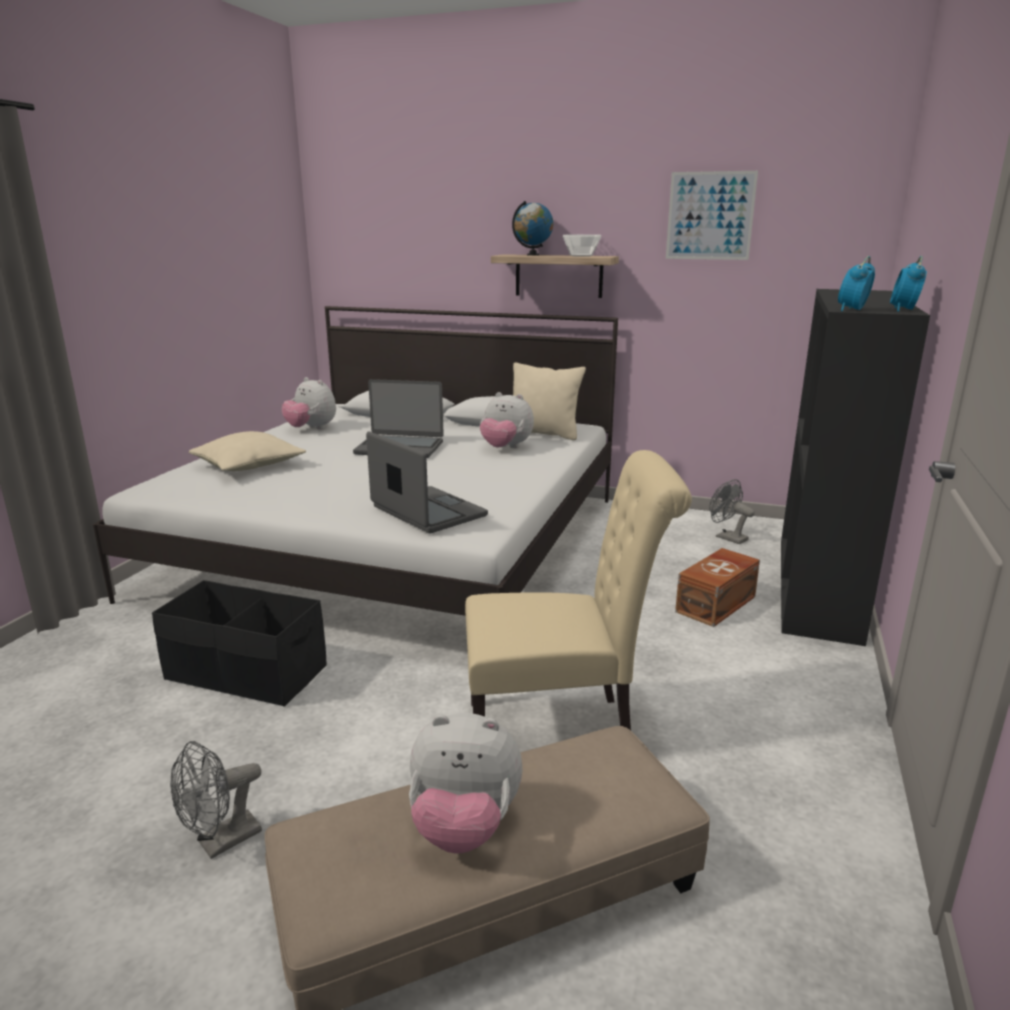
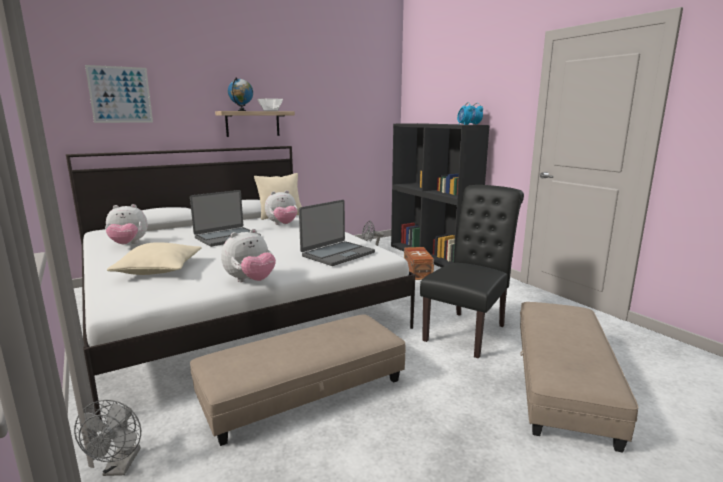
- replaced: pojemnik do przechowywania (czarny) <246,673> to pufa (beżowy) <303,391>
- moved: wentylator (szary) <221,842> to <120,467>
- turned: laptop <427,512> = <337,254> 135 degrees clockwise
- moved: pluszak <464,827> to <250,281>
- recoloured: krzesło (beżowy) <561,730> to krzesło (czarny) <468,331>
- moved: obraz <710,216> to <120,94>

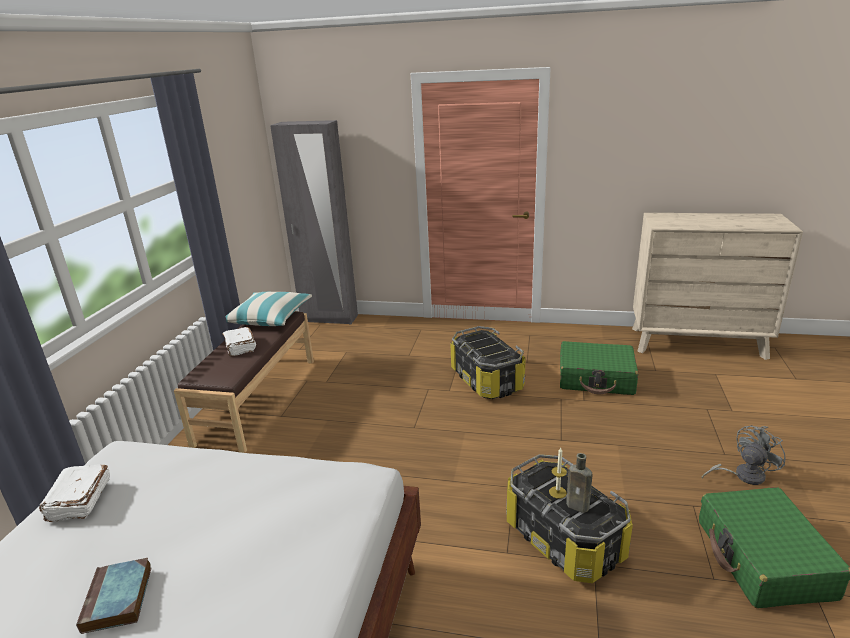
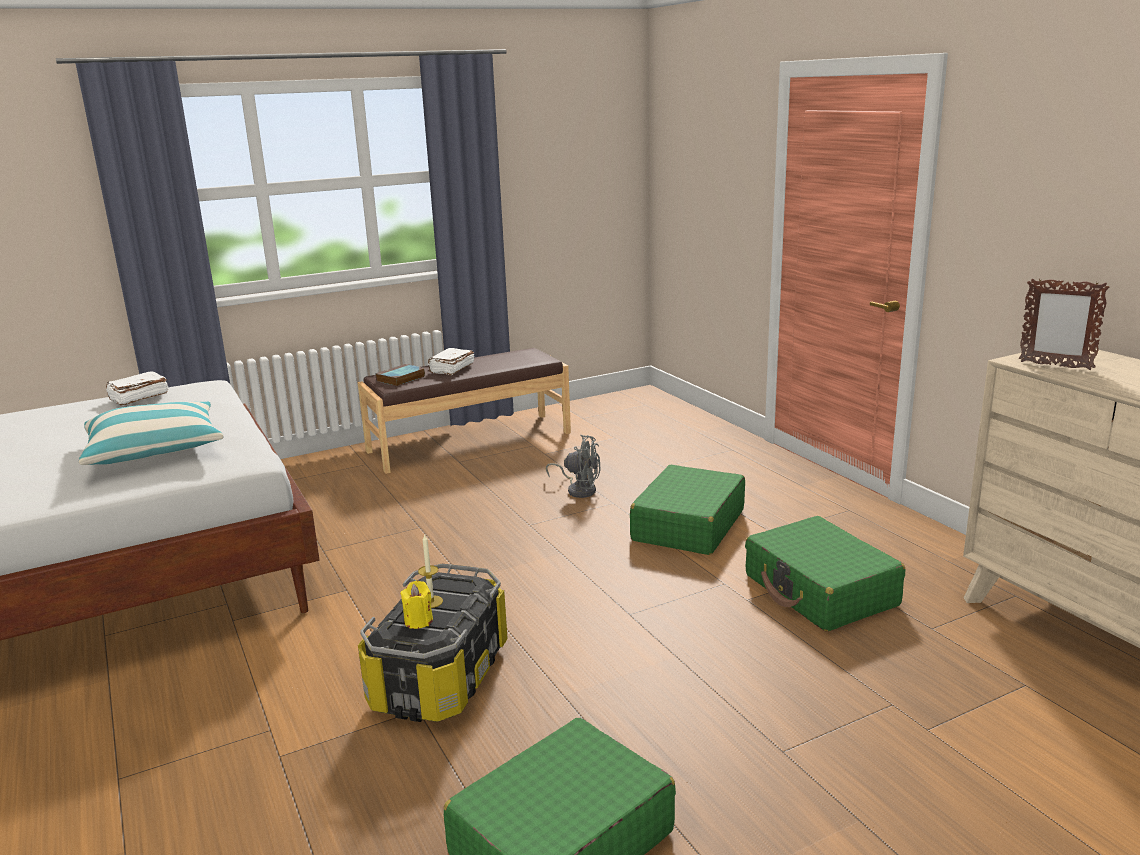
- moved: książka <118,600> to <400,379>
- moved: poduszka <269,318> to <154,450>
- removed: szafa (szary) <329,318>
- replaced: pojemnik do przechowywania <487,380> to walizka (zielony) <688,525>
- replaced: butelka (brązowy) <579,506> to świeca (żółty) <418,621>
- moved: wentylator (szary) <742,475> to <579,489>
- added: ramka na zdjęcie <1055,365>

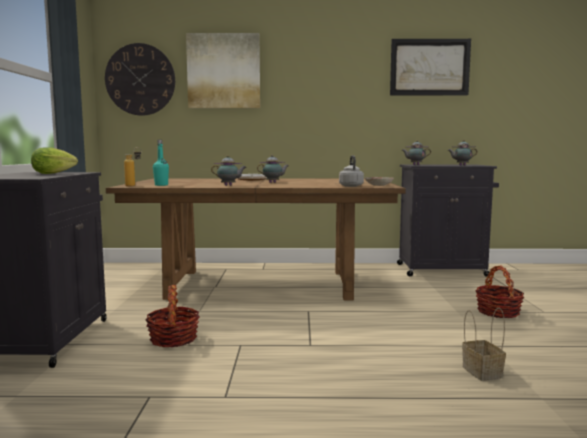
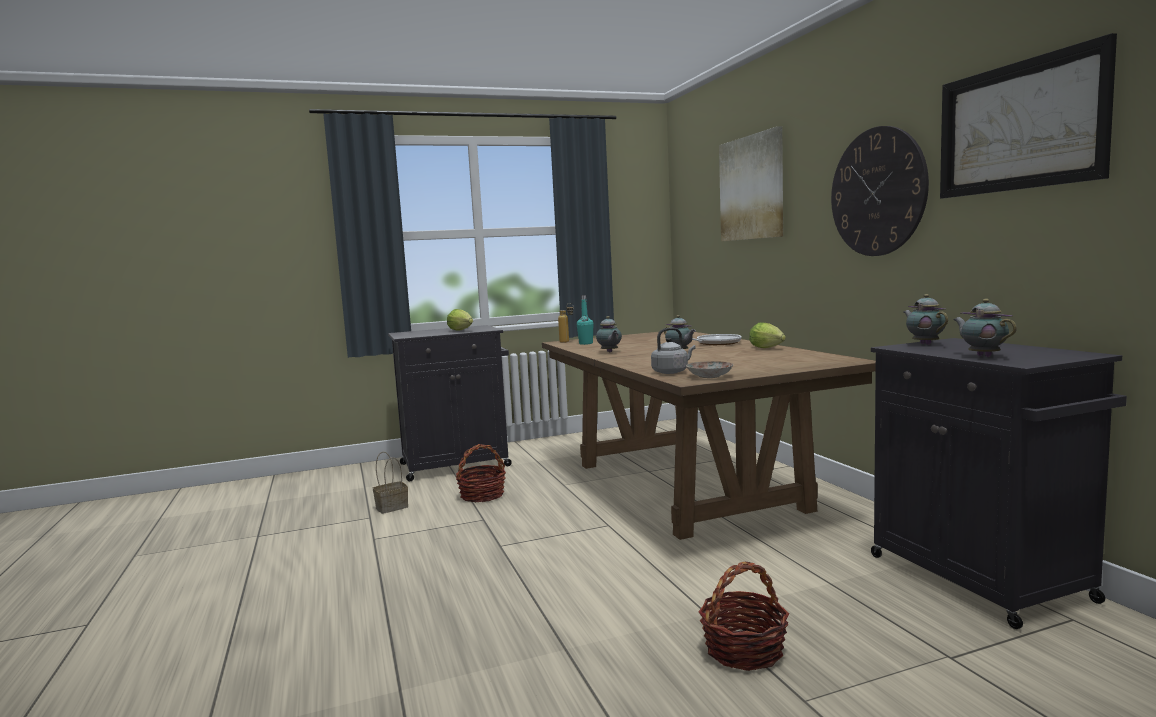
- moved: zegar ścienny <140,79> to <877,192>
- moved: koszyk <480,371> to <392,507>
- added: sałata <768,348>

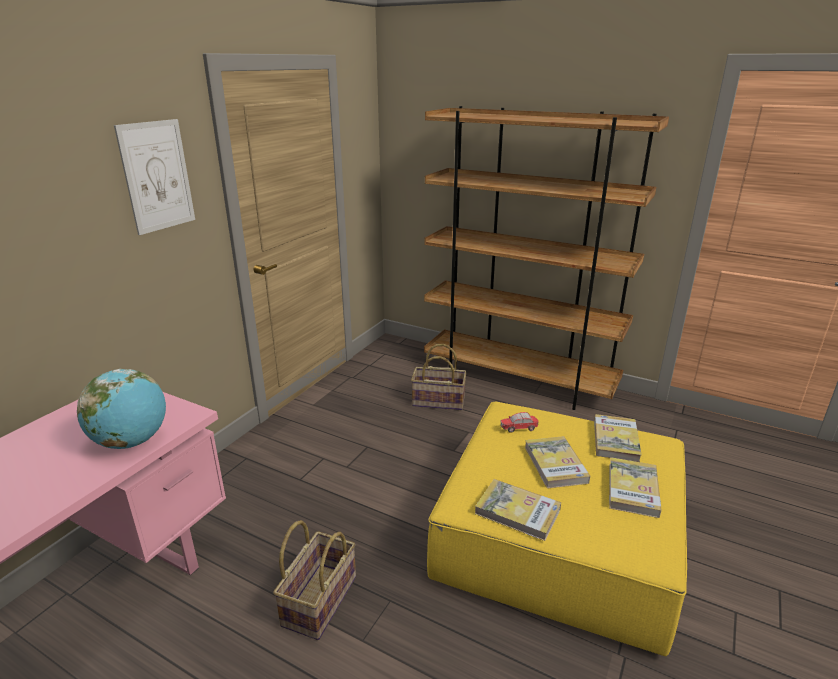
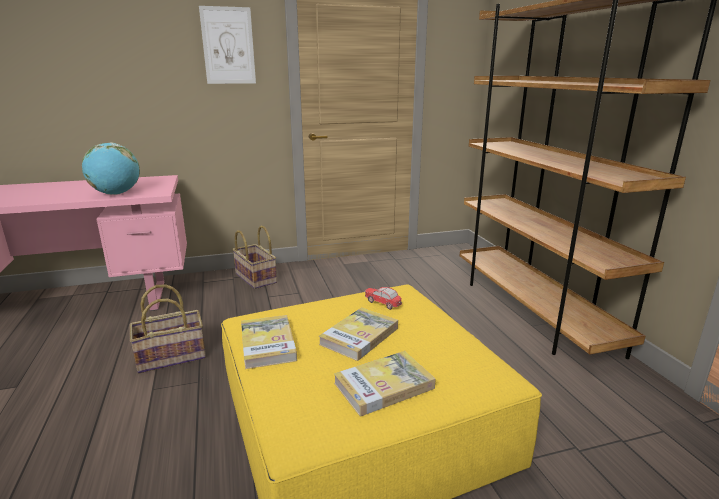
- moved: koszyk <438,402> to <255,278>
- removed: książka <615,440>

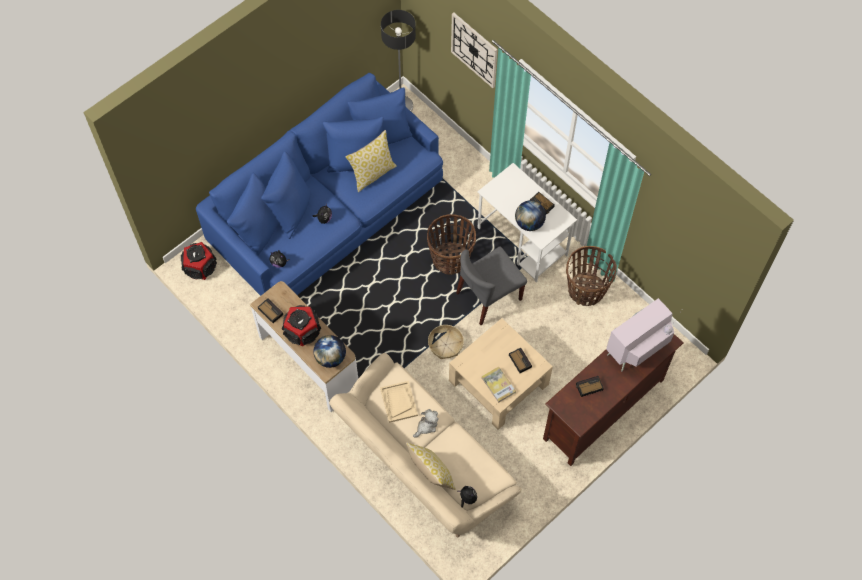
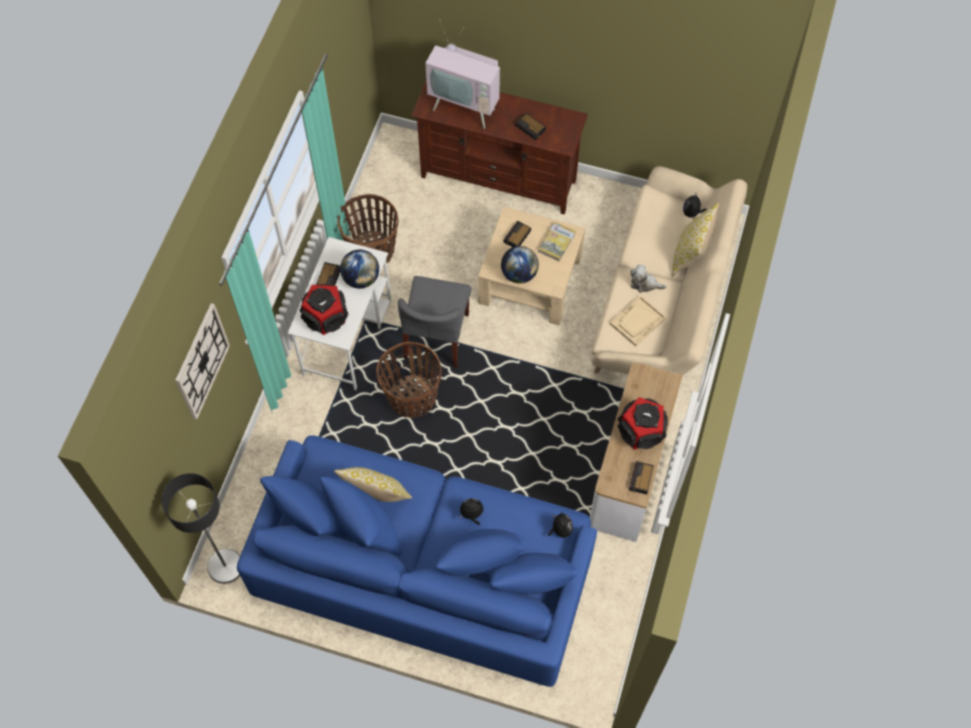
- moved: głośnik <200,267> to <326,317>
- moved: globus <330,357> to <519,274>
- removed: koszyk <445,345>
- turned: krzesło (szary) <488,296> = <436,336> 75 degrees clockwise

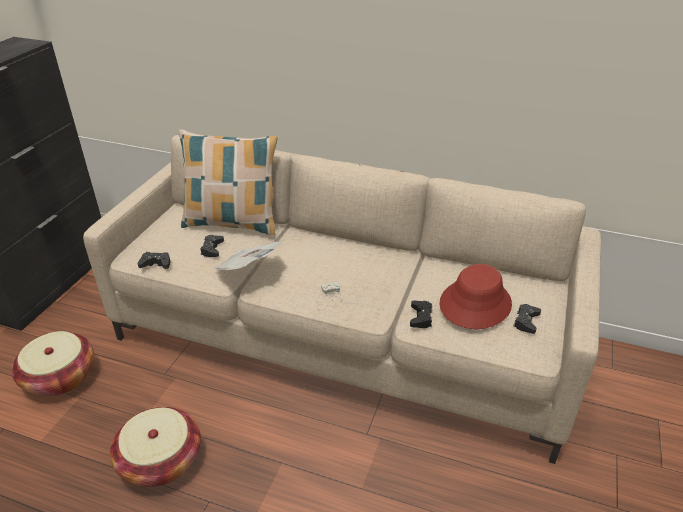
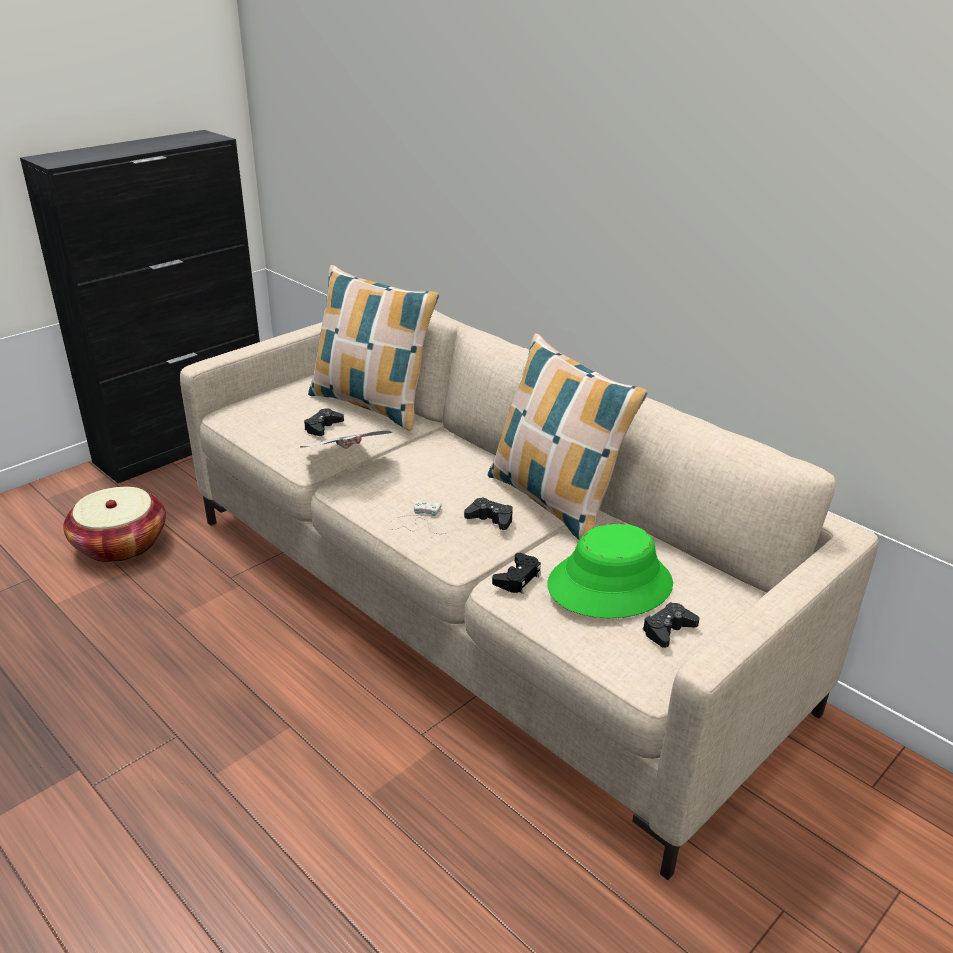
- removed: koszyk <161,460>
- moved: pad do gier (czarny) <156,264> to <490,519>
- recoloured: kapelusz (czerwony) <475,304> to kapelusz (zielony) <609,584>
- added: poduszka <554,502>

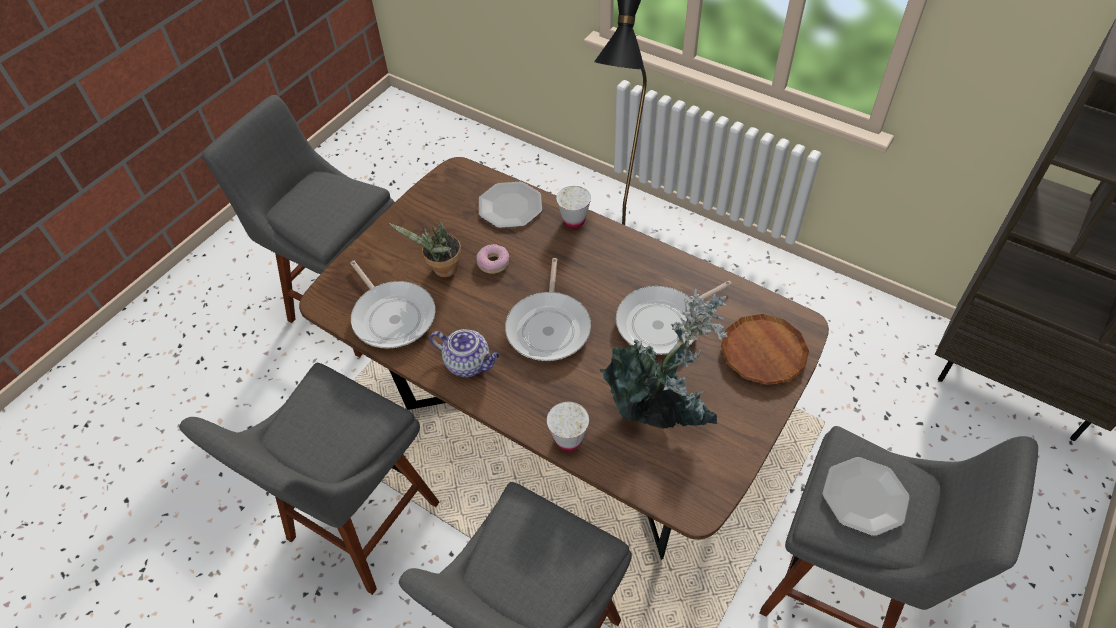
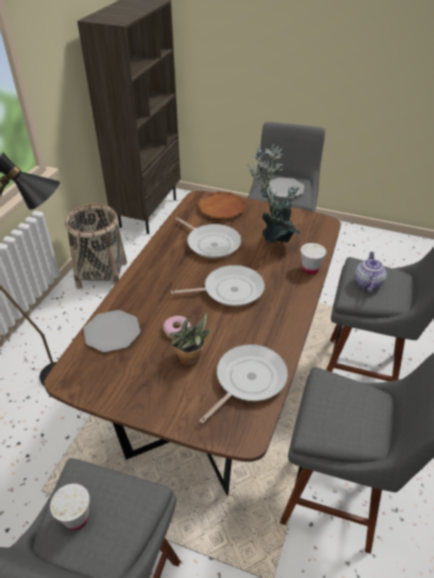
- moved: imbryk <469,363> to <367,283>
- moved: filiżanka (biały) <574,221> to <76,518>
- added: koszyk <102,274>

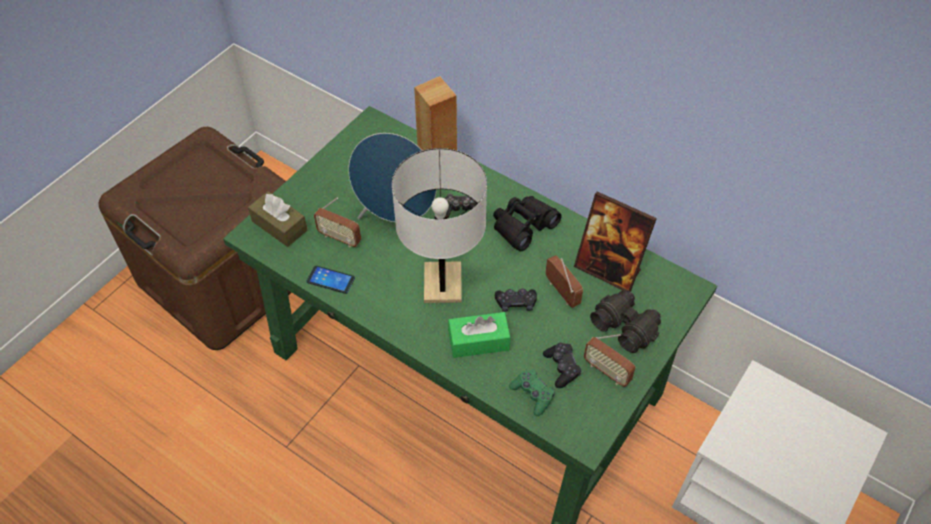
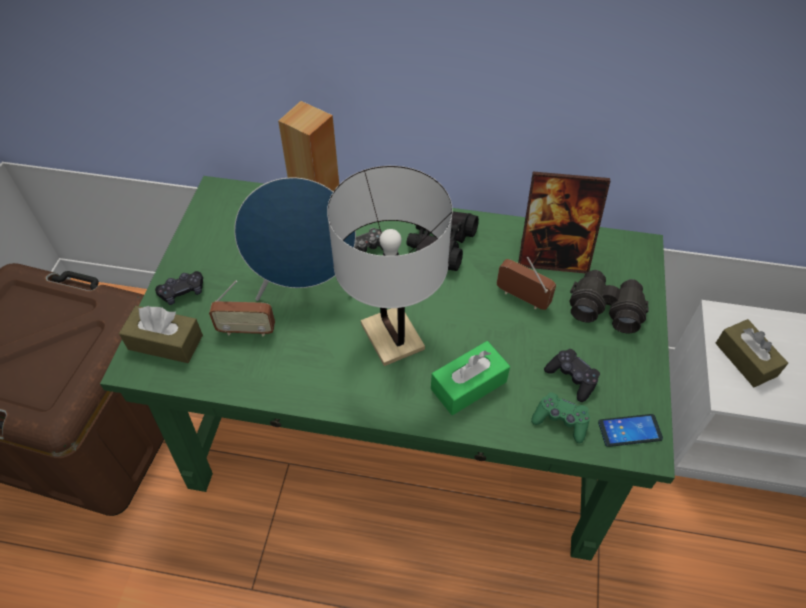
- moved: telefon <330,280> to <629,431>
- moved: pad do gier (czarny) <516,303> to <182,292>
- removed: radio <606,371>
- added: pudełko chusteczek (brązowy) <745,359>

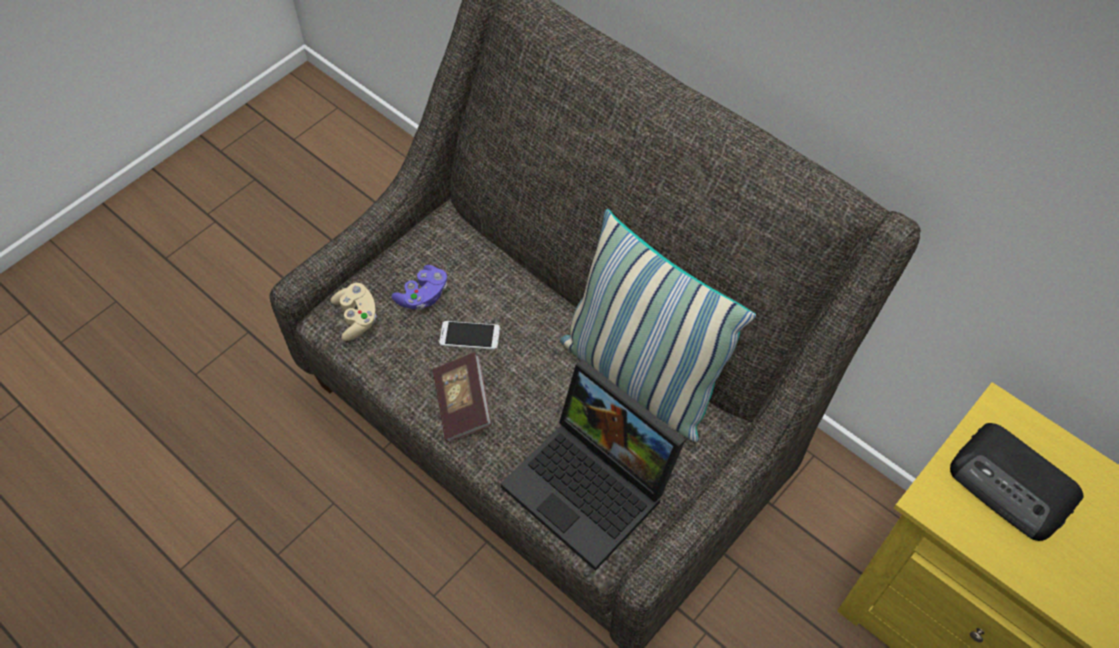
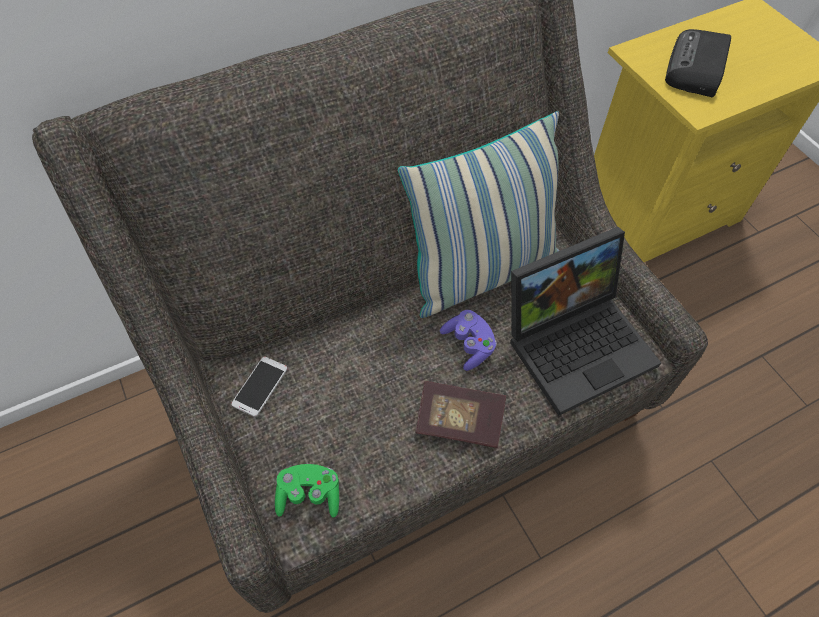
- recoloured: pad do gier (beżowy) <357,318> to pad do gier (zielony) <309,495>
- moved: pad do gier (fioletowy) <423,296> to <468,345>
- moved: telefon <470,335> to <260,386>
- turned: radio <1013,487> = <696,69> 135 degrees clockwise

